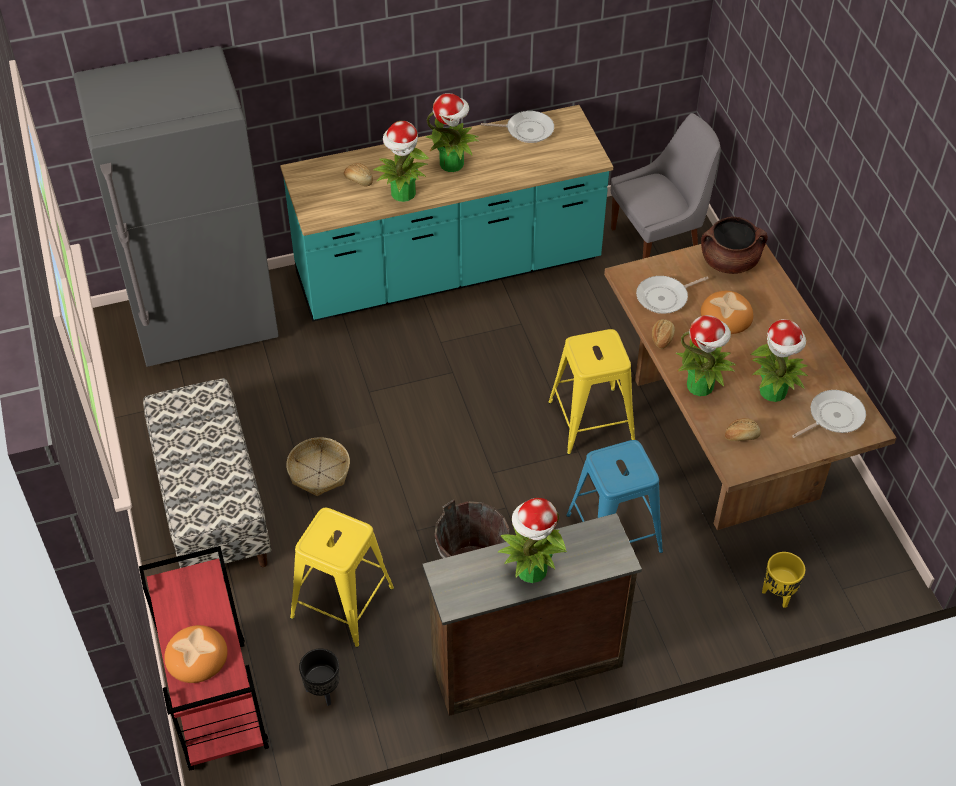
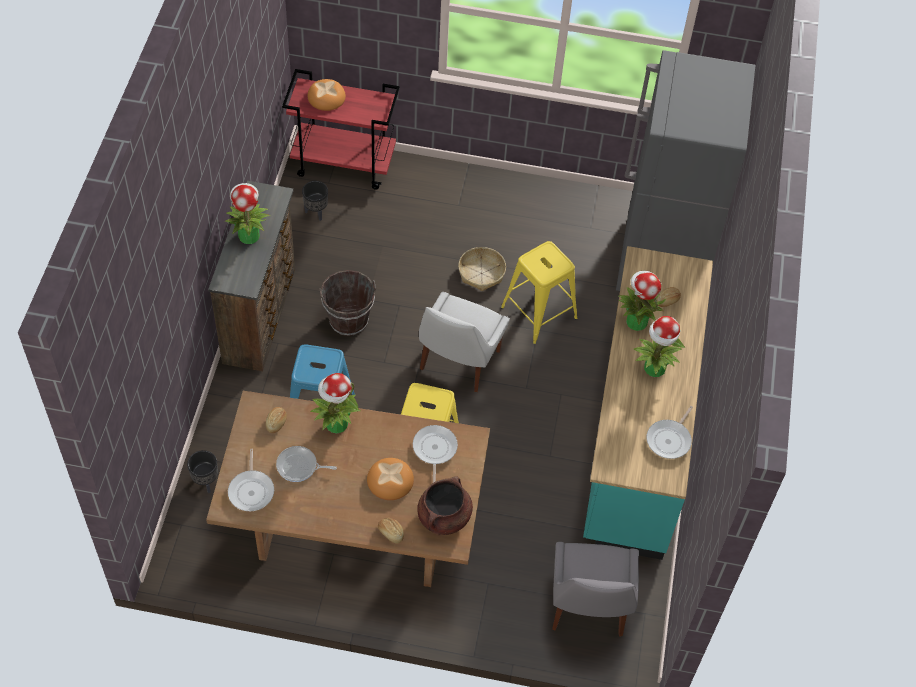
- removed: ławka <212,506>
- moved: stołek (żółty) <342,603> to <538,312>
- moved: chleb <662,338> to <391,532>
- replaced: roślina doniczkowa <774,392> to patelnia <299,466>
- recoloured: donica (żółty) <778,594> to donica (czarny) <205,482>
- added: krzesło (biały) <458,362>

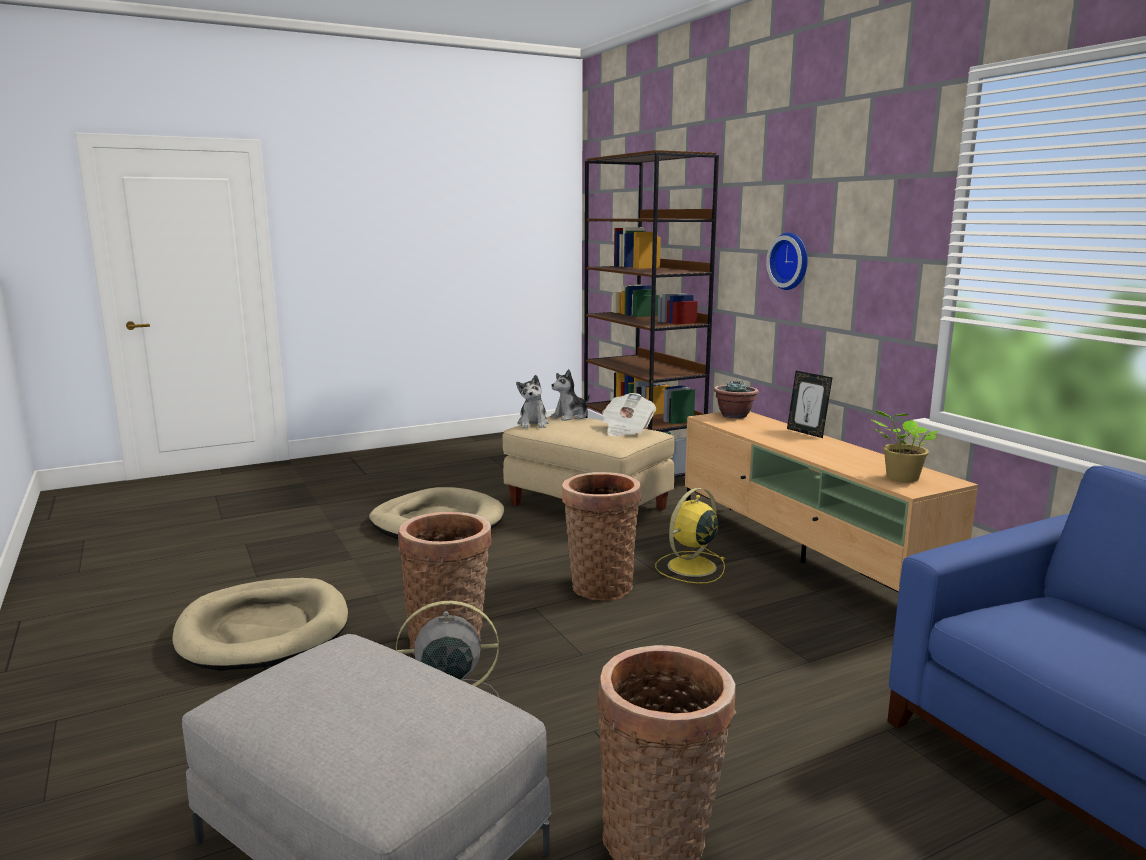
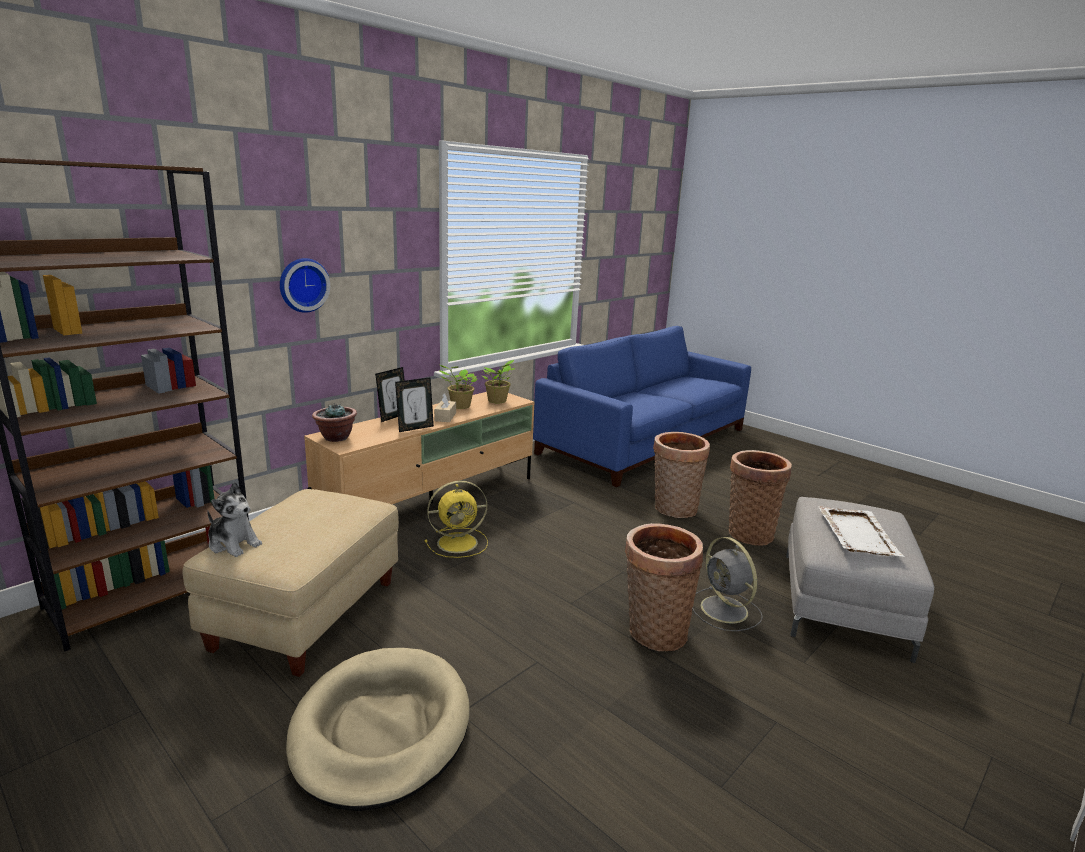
- removed: legowisko (beżowy) <264,630>
- removed: pluszak <533,424>
- moved: koszyk <600,585> to <673,510>
- removed: gazeta <626,430>
- turned: wentylator (żółty) <690,567> = <459,542> 45 degrees counterclockwise
- added: ramka na zdjęcie <415,428>
- added: pudełko chusteczek (beżowy) <445,417>
- added: roślina doniczkowa <459,406>
- added: taca (biały) <857,533>

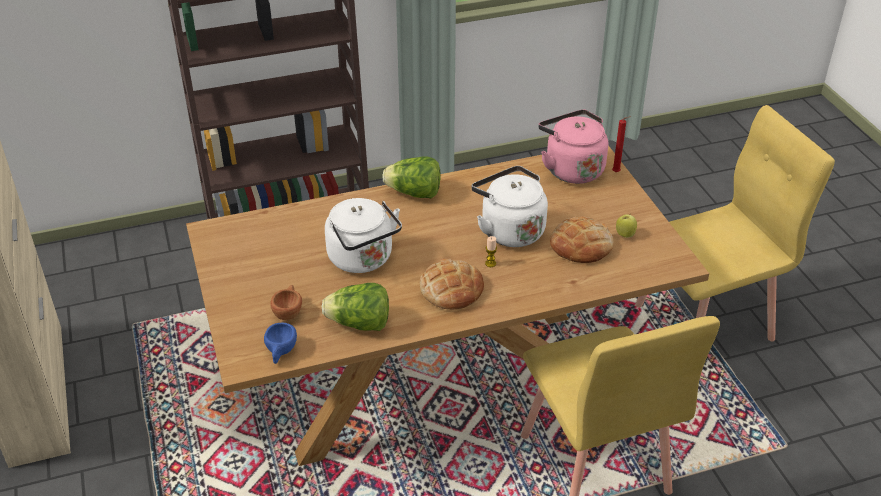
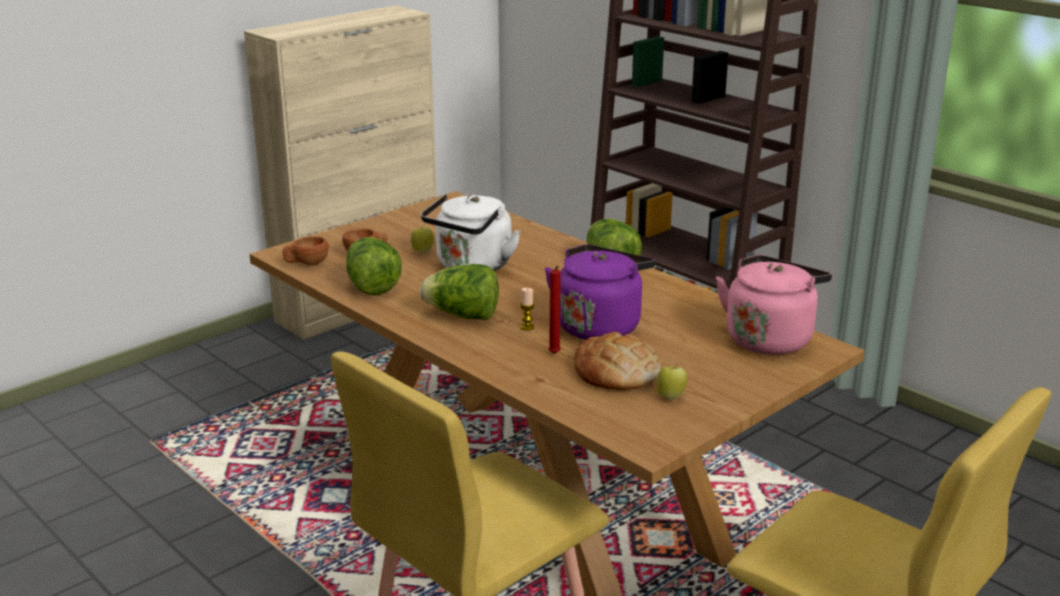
- recoloured: filiżanka (niebieski) <280,352> to filiżanka (brązowy) <306,263>
- replaced: chleb <451,289> to sałata <463,316>
- recoloured: czajnik (biały) <509,230> to czajnik (fioletowy) <599,325>
- moved: świeca (czerwony) <617,172> to <554,354>
- added: jabłko <422,251>

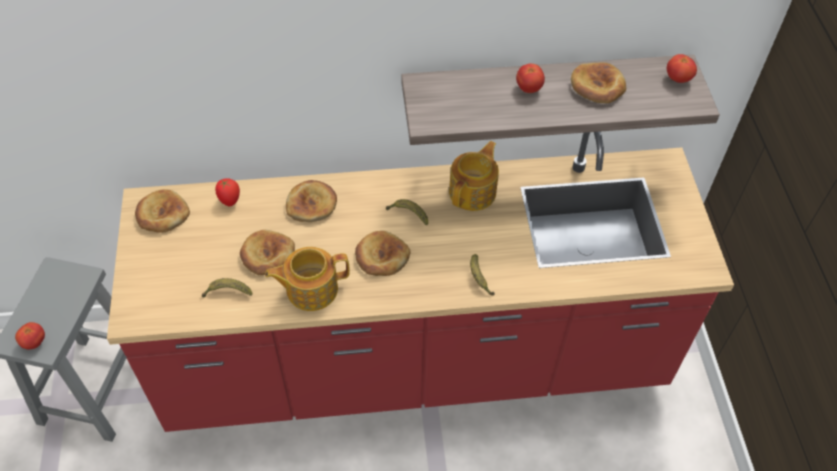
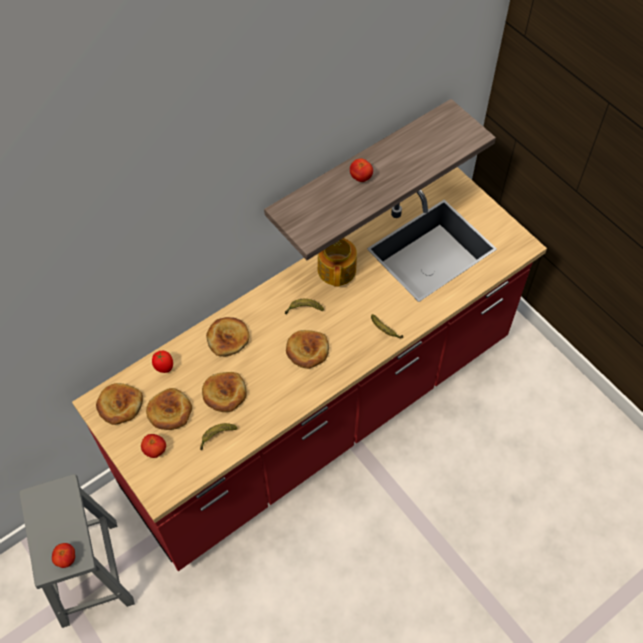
- removed: imbryk <310,289>
- moved: chleb <597,86> to <170,411>
- moved: pomidor <678,79> to <155,450>

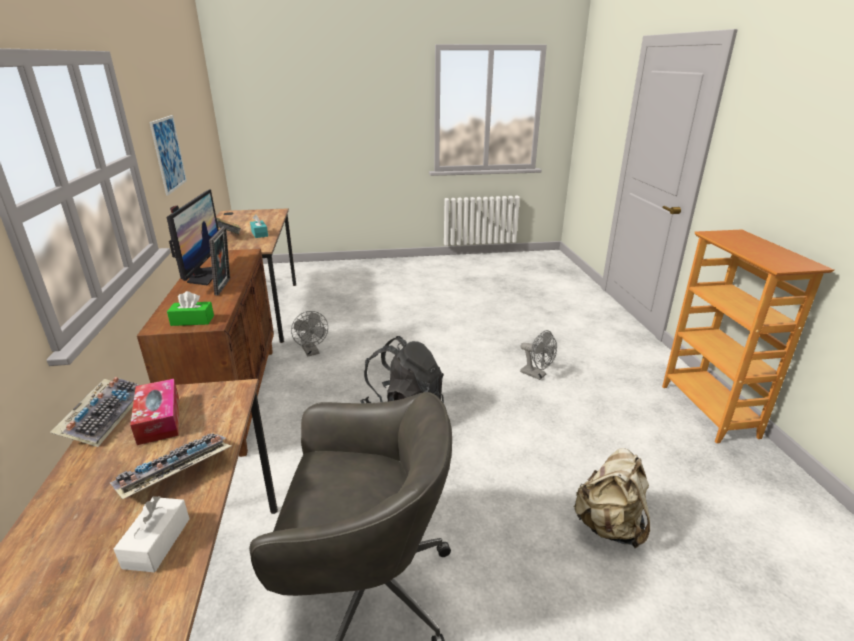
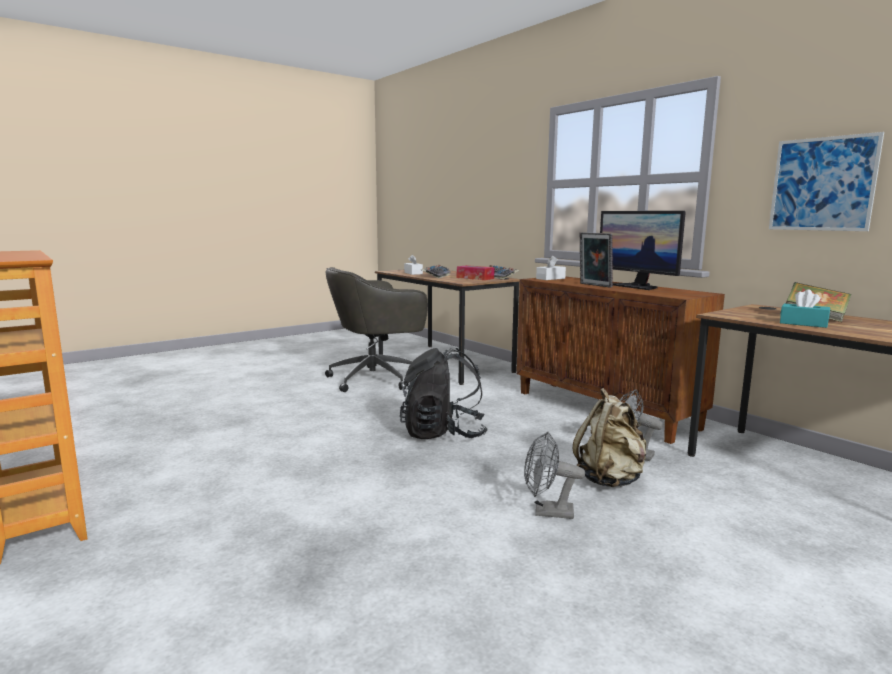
- recoloured: pudełko chusteczek (zielony) <192,320> to pudełko chusteczek (biały) <550,278>
- moved: wentylator (szary) <537,375> to <547,512>
- moved: plecak (beżowy) <609,526> to <610,479>

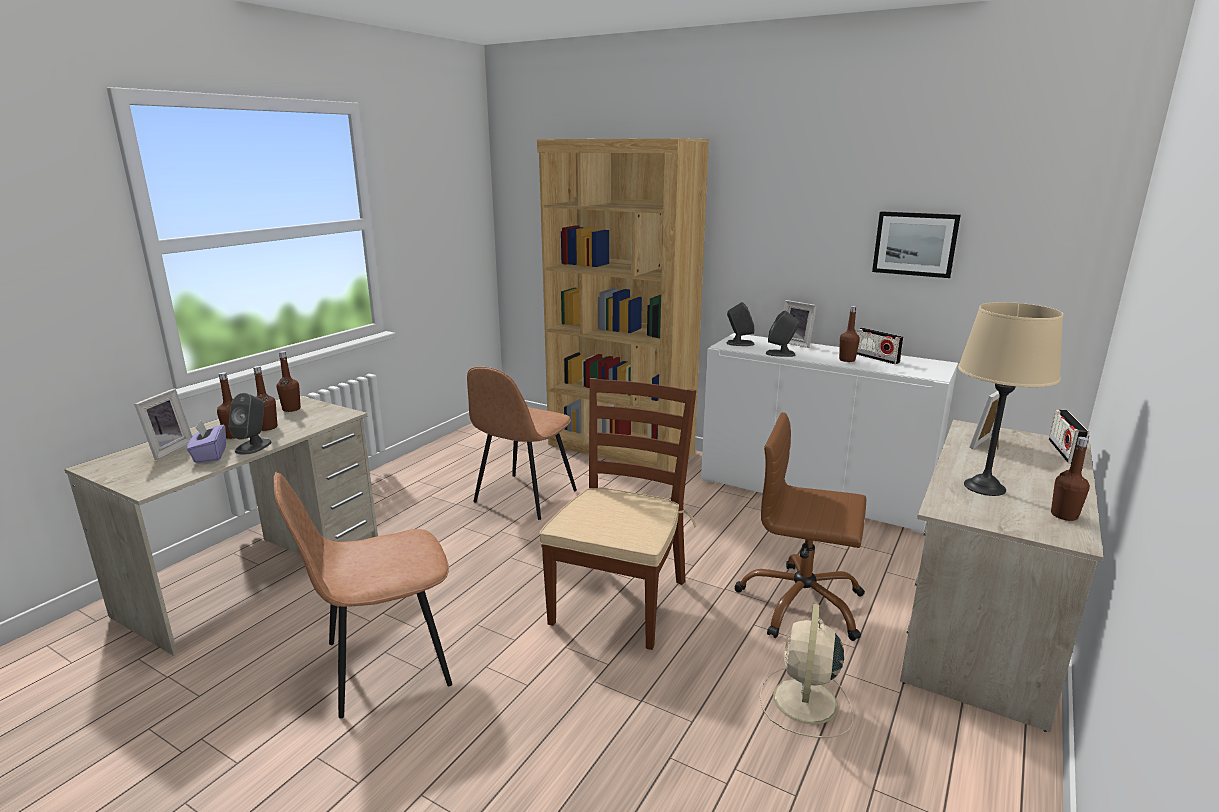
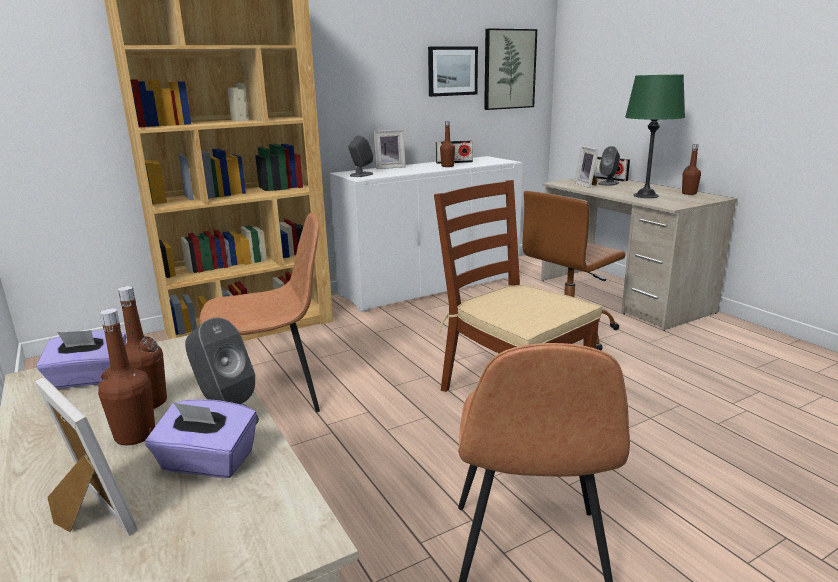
- replaced: butelka (brązowy) <291,409> to pudełko chusteczek (fioletowy) <89,379>
- turned: krzesło (brązowy) <524,497> = <273,395> 75 degrees counterclockwise
- removed: wentylator (beżowy) <805,703>
- moved: głośnik (szary) <781,353> to <608,183>
- recoloured: lampa stołowa (beżowy) <985,487> to lampa stołowa (zielony) <646,195>
- added: obraz <509,69>

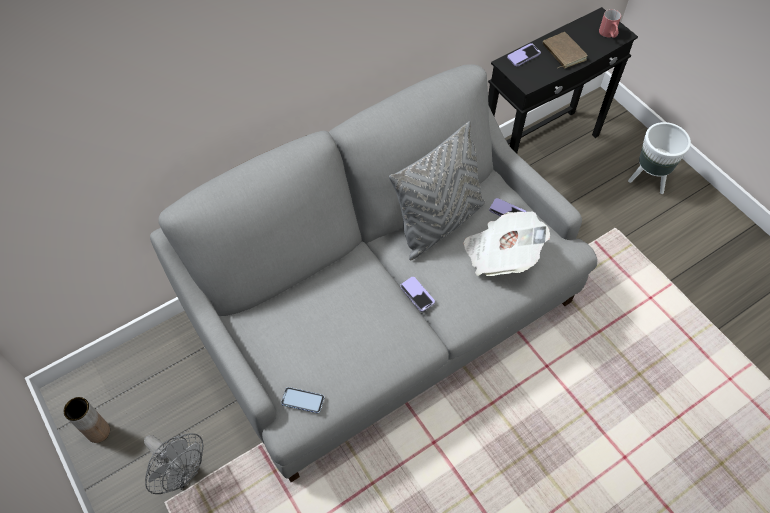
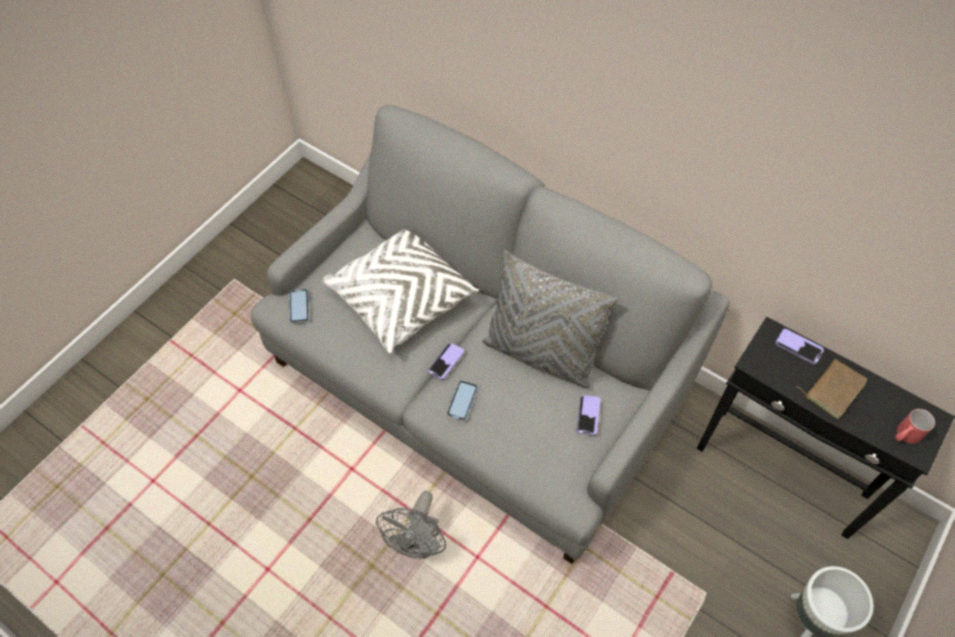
- removed: wazon (brązowy) <98,432>
- moved: wentylator (szary) <182,473> to <418,543>
- removed: gazeta <501,254>
- added: poduszka (biały) <402,296>
- added: telefon <462,401>

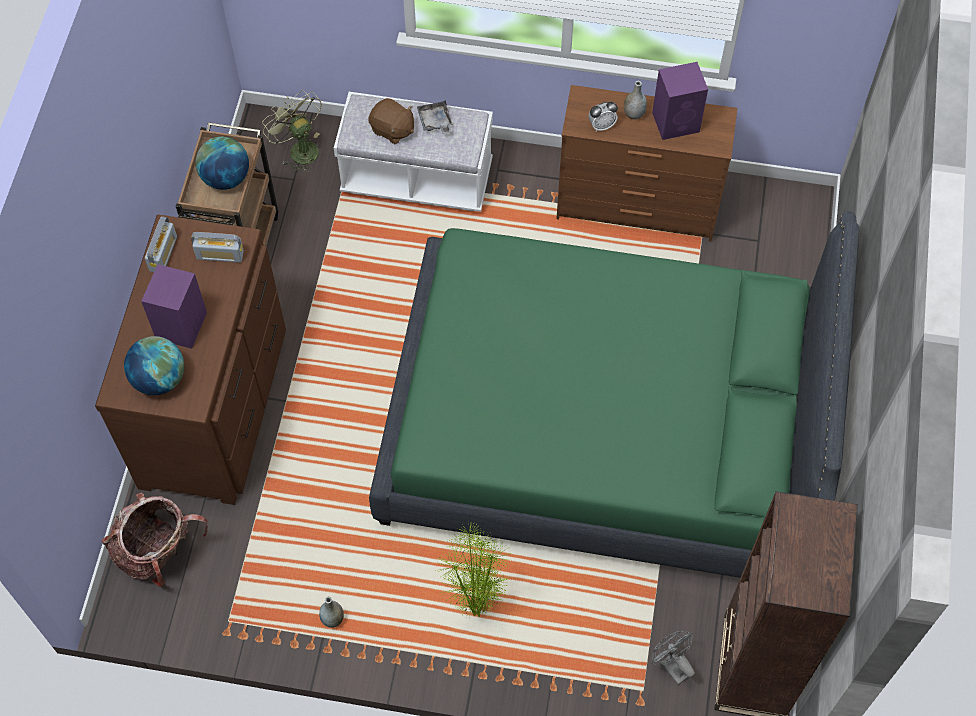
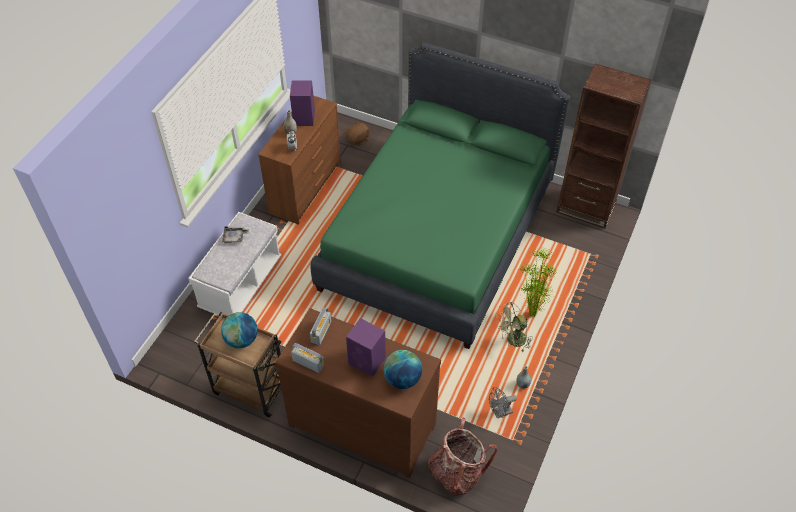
- moved: wentylator (zielony) <299,149> to <512,341>
- moved: pluszak (brązowy) <392,130> to <358,139>
- moved: wentylator (szary) <671,665> to <499,413>

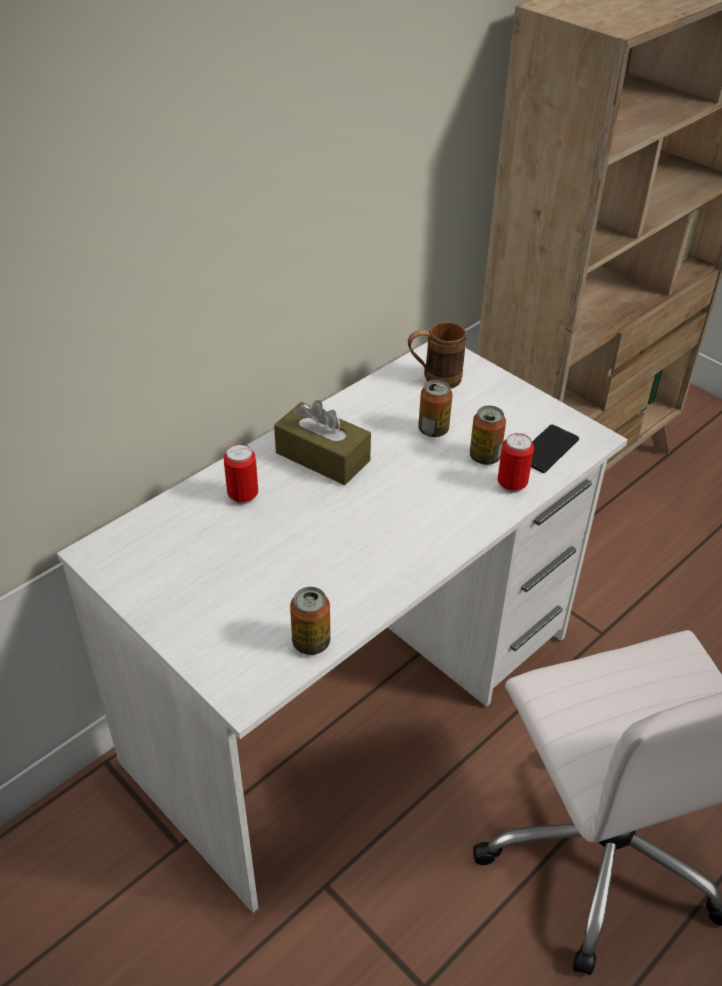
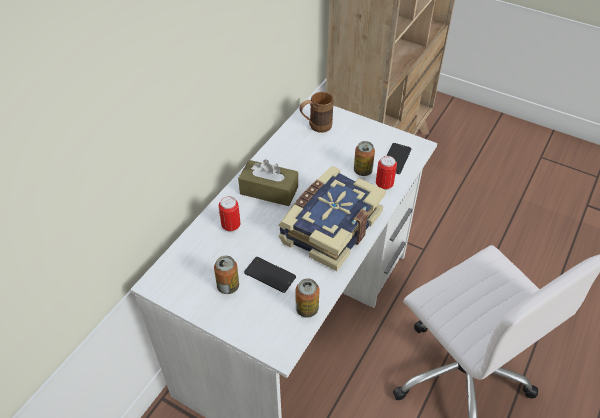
- moved: puszka <433,430> to <228,286>
- added: telefon <270,275>
- added: książka <329,226>

